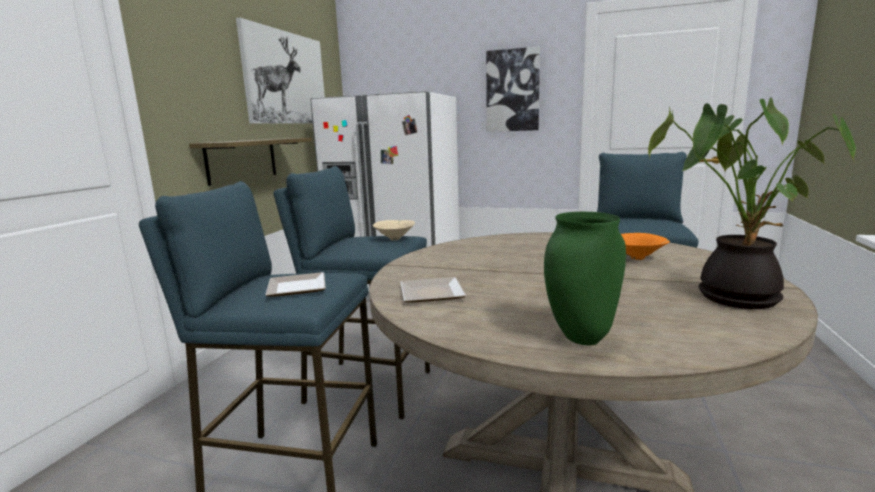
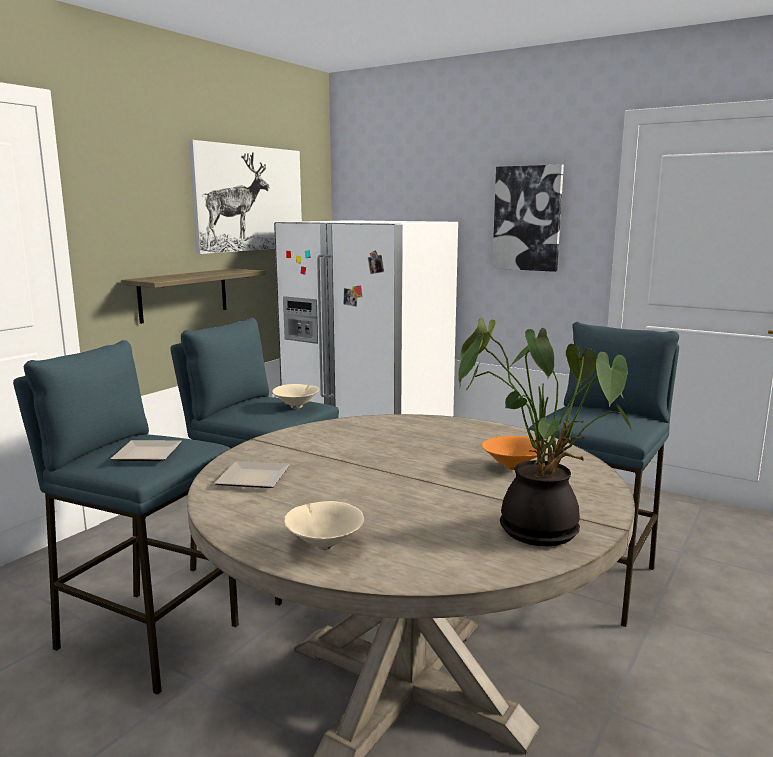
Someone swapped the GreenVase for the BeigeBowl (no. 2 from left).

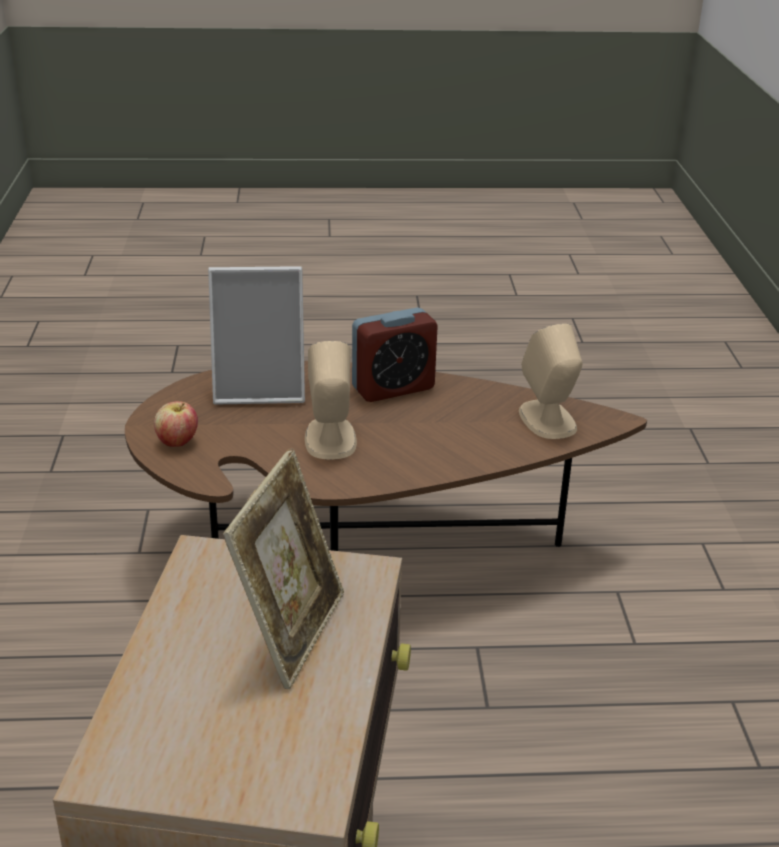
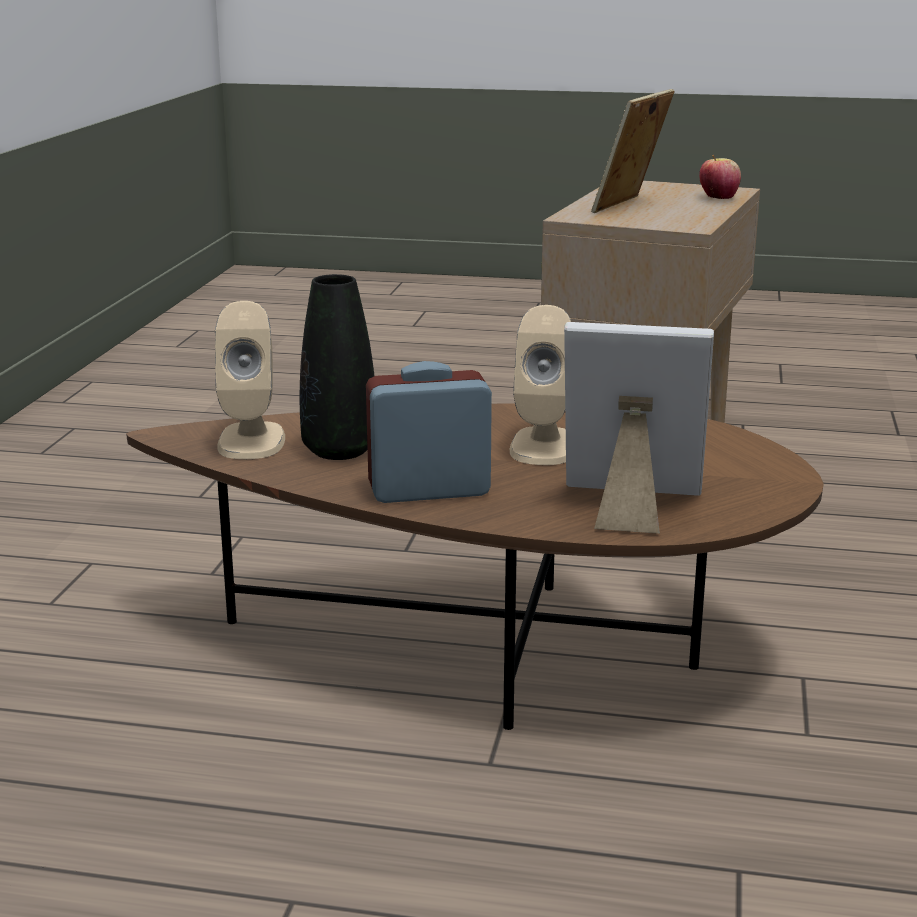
Someone carried the Apple. Someone put down the BlackVase.

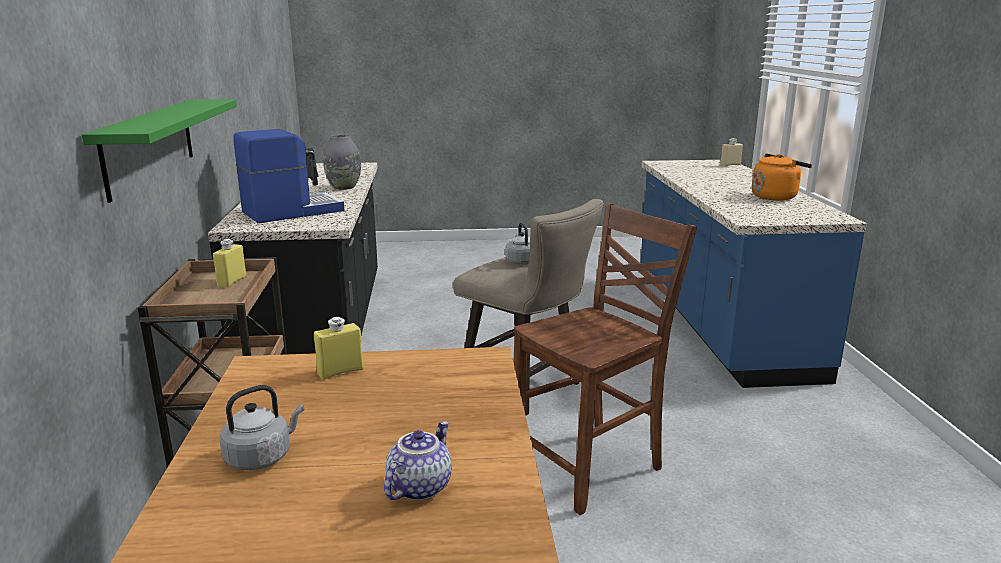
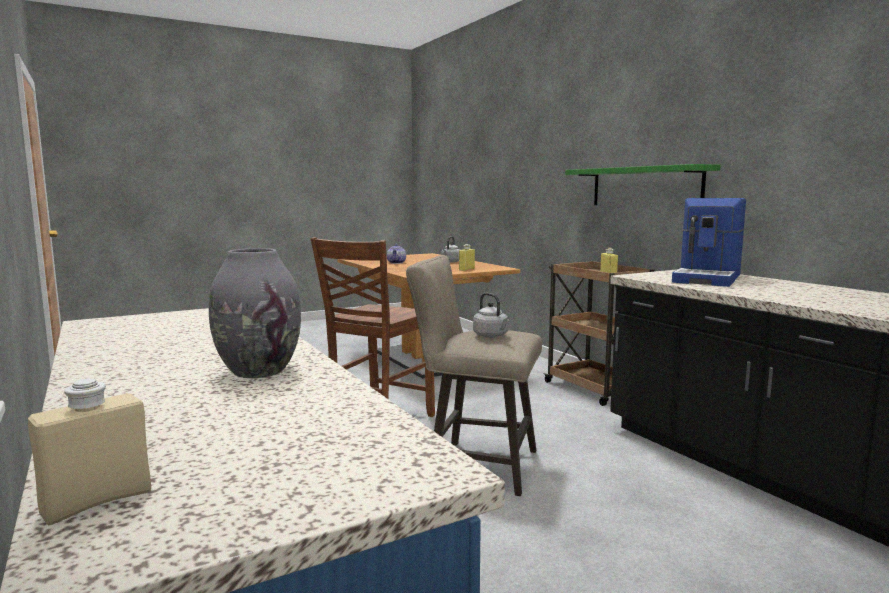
Someone carried the GreyVase. Someone took away the OrangeKettle.

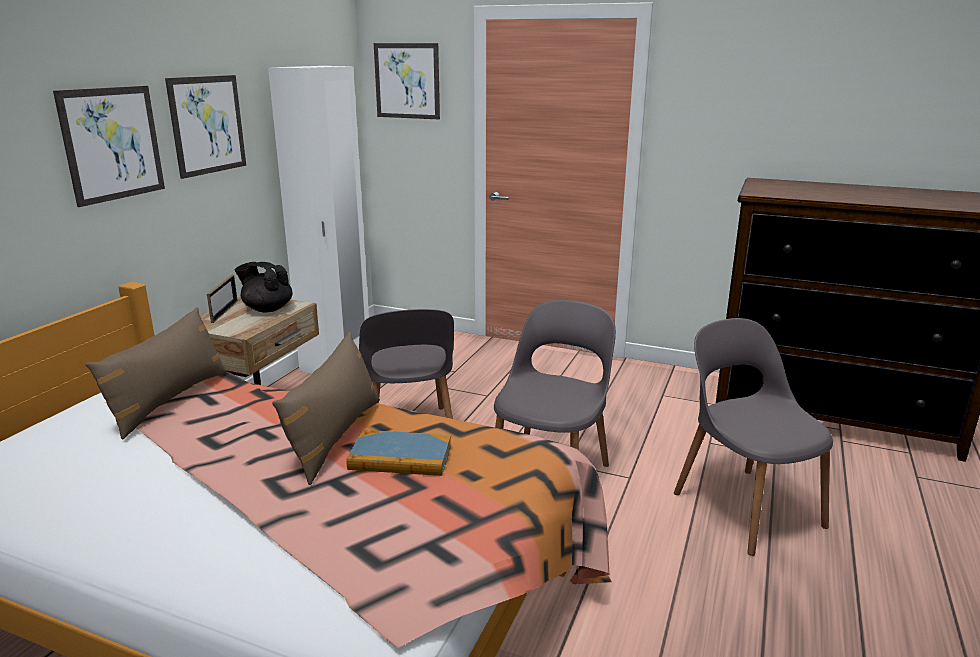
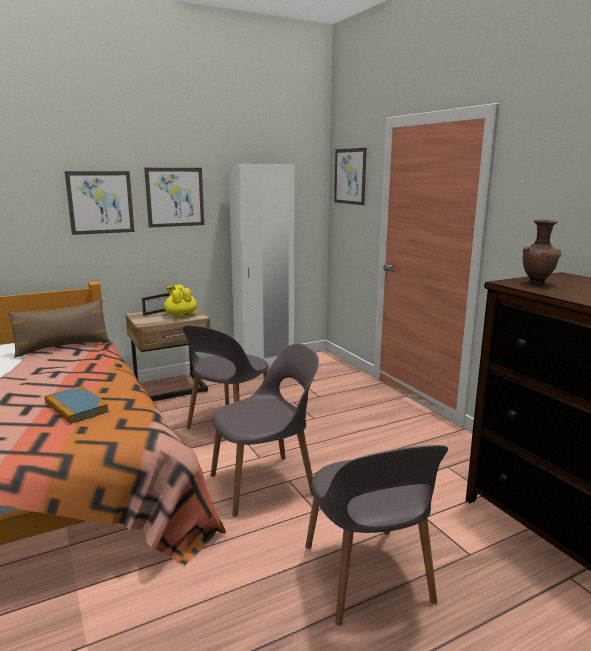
Someone repainted the BlackTeapot, which became the YellowTeapot. Someone took away the BrownPillow (no. 2 from left). Someone rotated the GreyChair (no. 3 from left) by 150 degrees clockwise. Someone put down the BrownVase.

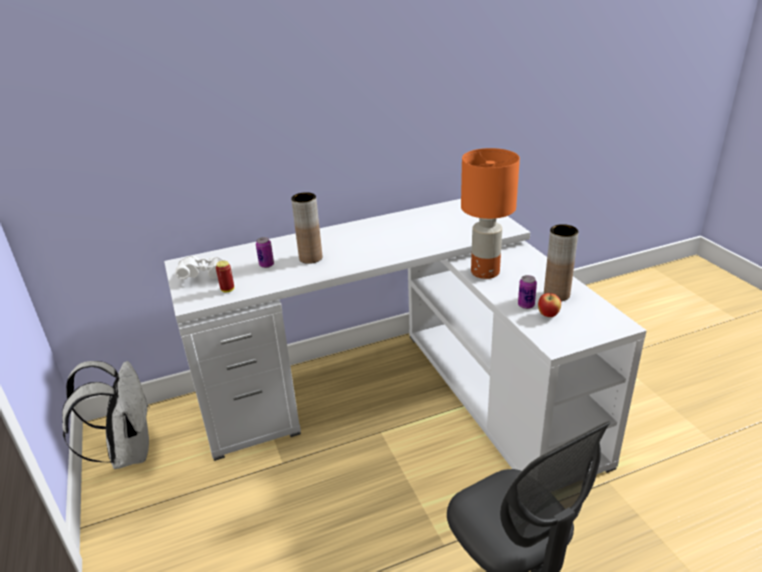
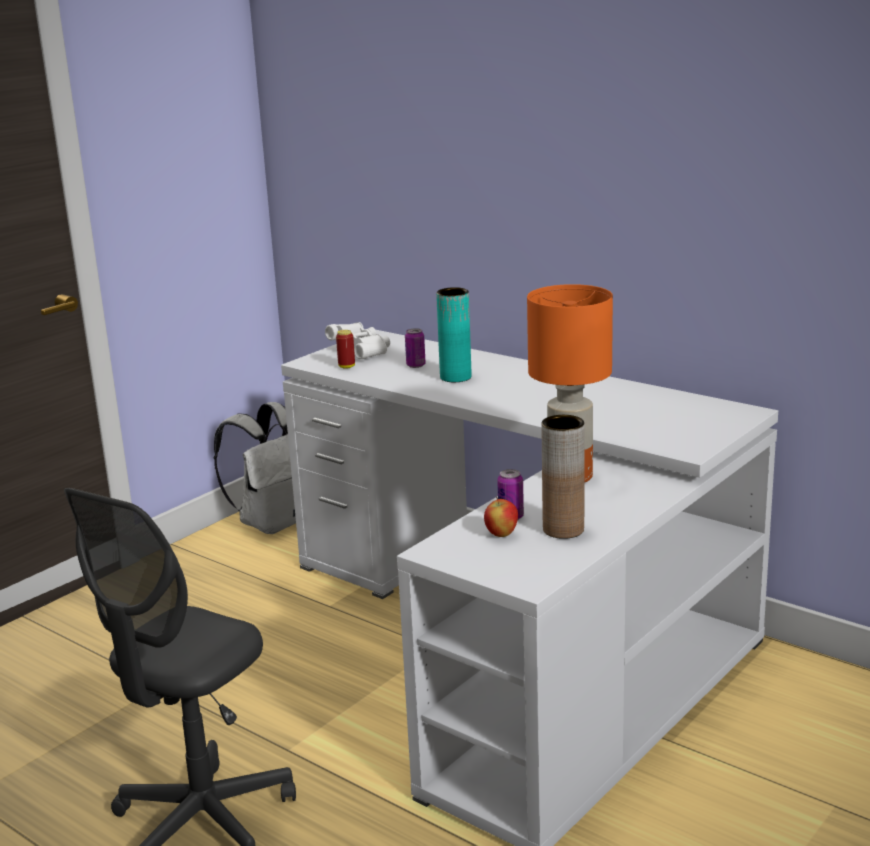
Someone repainted the BrownVase (no. 1 from left), which became the TurquoiseVase.

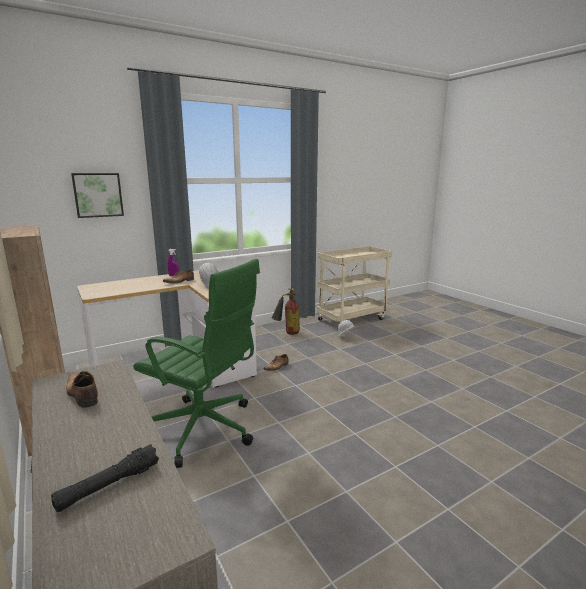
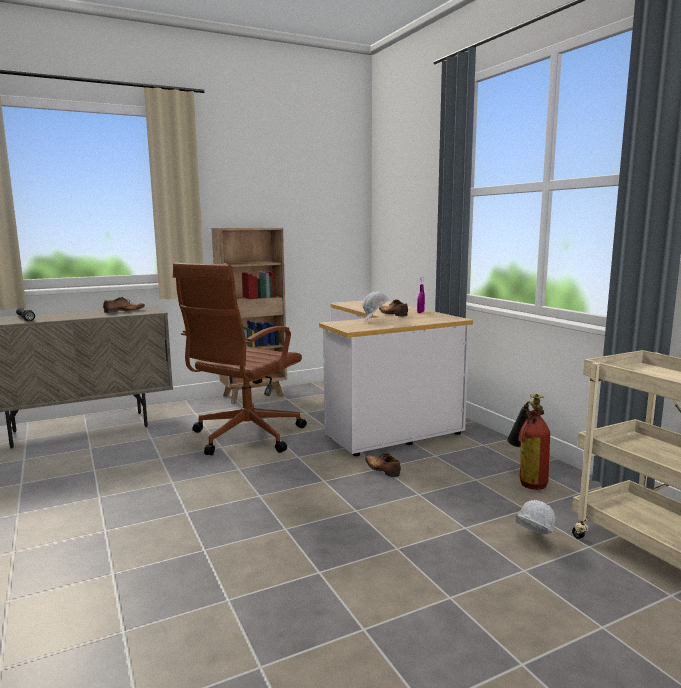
Someone took away the Picture. Someone repainted the GreenOfficeChair, which became the BrownOfficeChair.

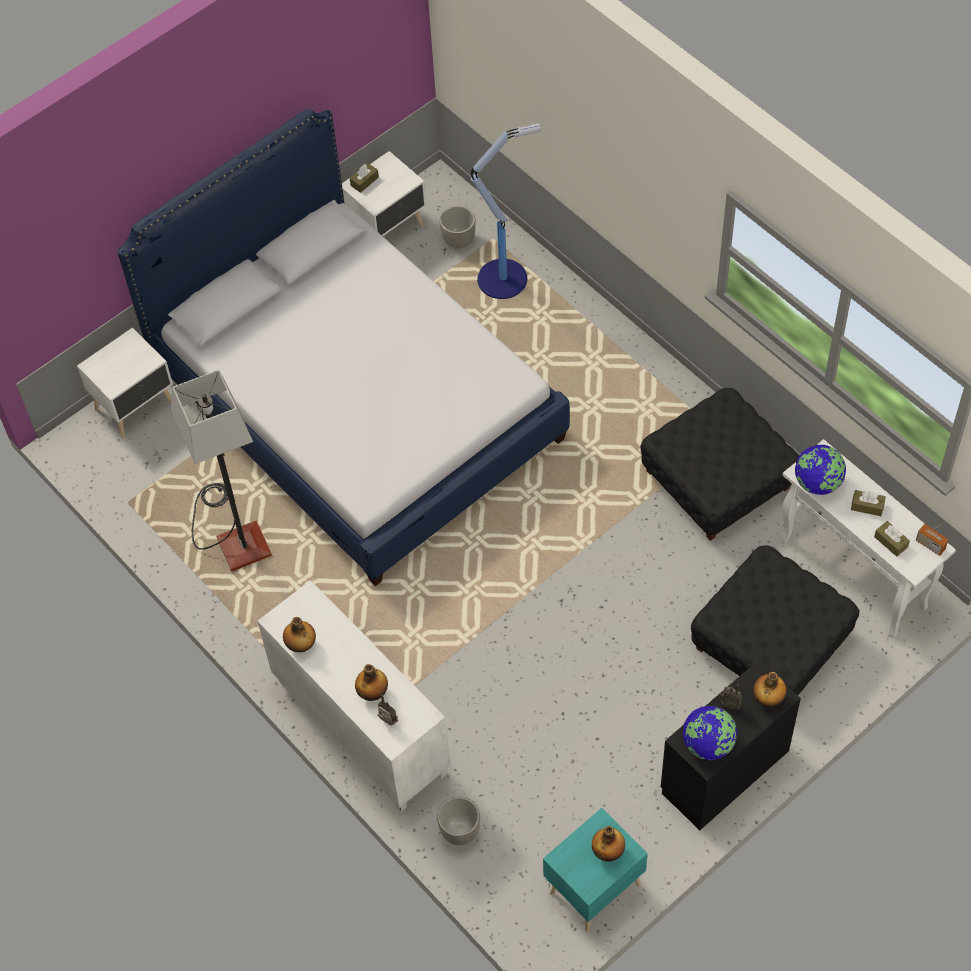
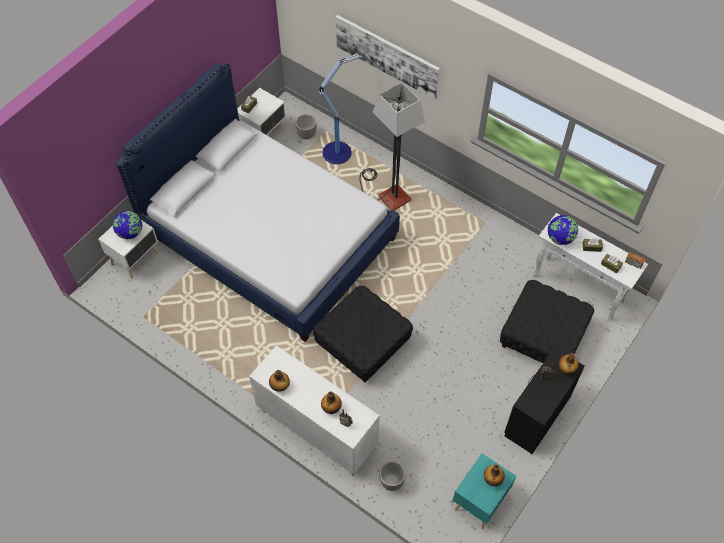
Someone carried the FloorLamp (no. 1 from left in the first image). Someone carried the BlackOttoman (no. 1 from left). Someone carried the Globe (no. 1 from left). Someone put up the Picture.

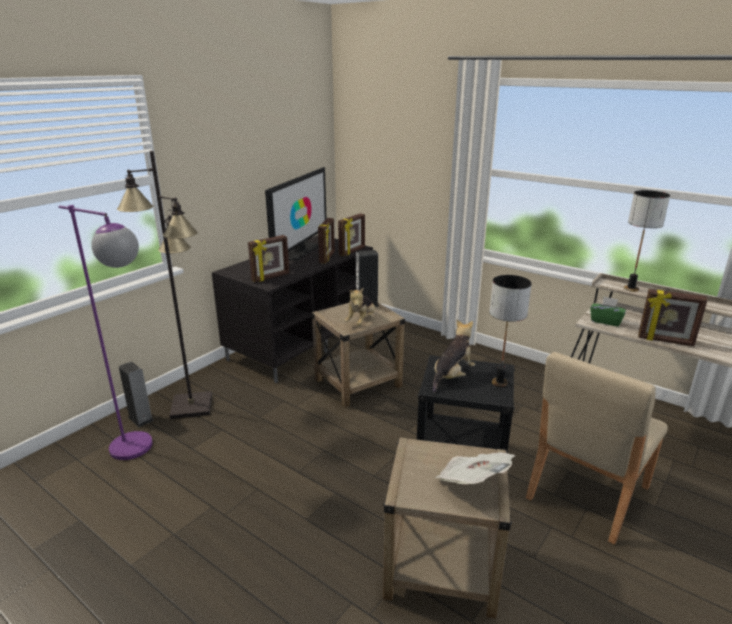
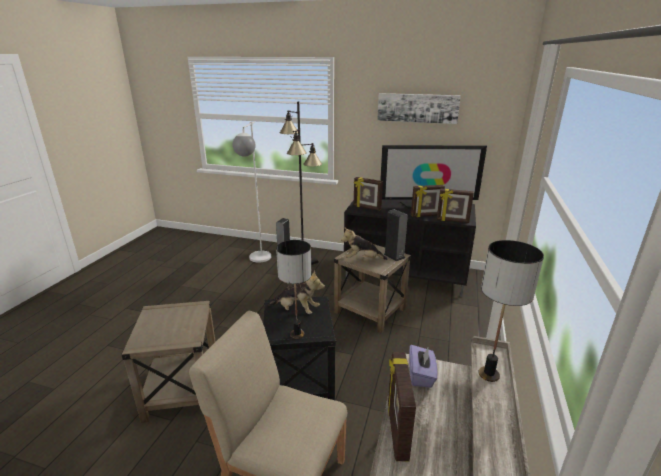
Someone repainted the PurpleFloorLamp, which became the WhiteFloorLamp. Someone took away the Newspaper. Someone repainted the GreenTissueBox, which became the PurpleTissueBox. Someone put up the Picture.

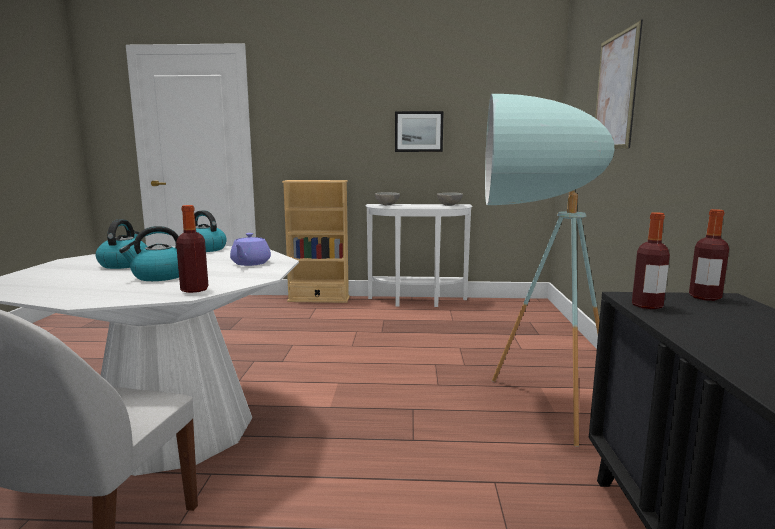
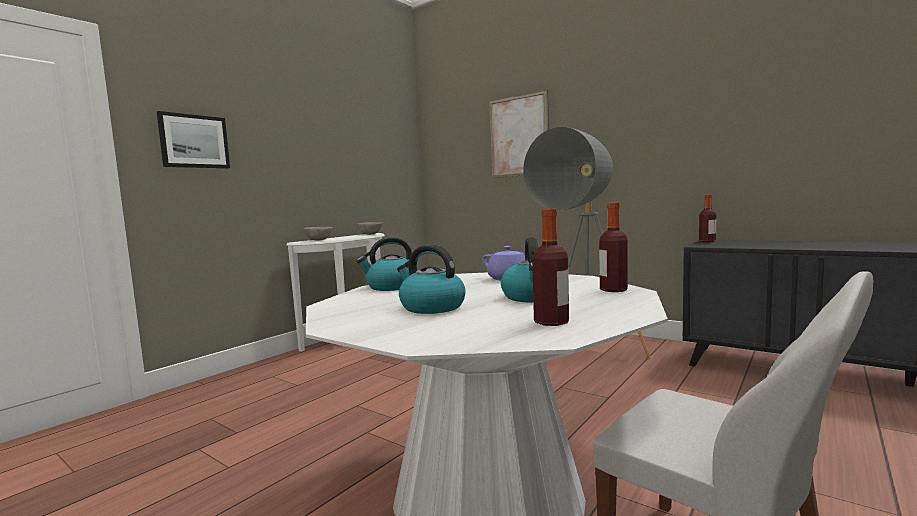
Someone took away the BeigeBookcase. Someone carried the Picture (no. 1 from left). Someone repainted the TurquoiseFloorLamp, which became the GreyFloorLamp. Someone carried the Bottle (no. 2 from left in the first image).

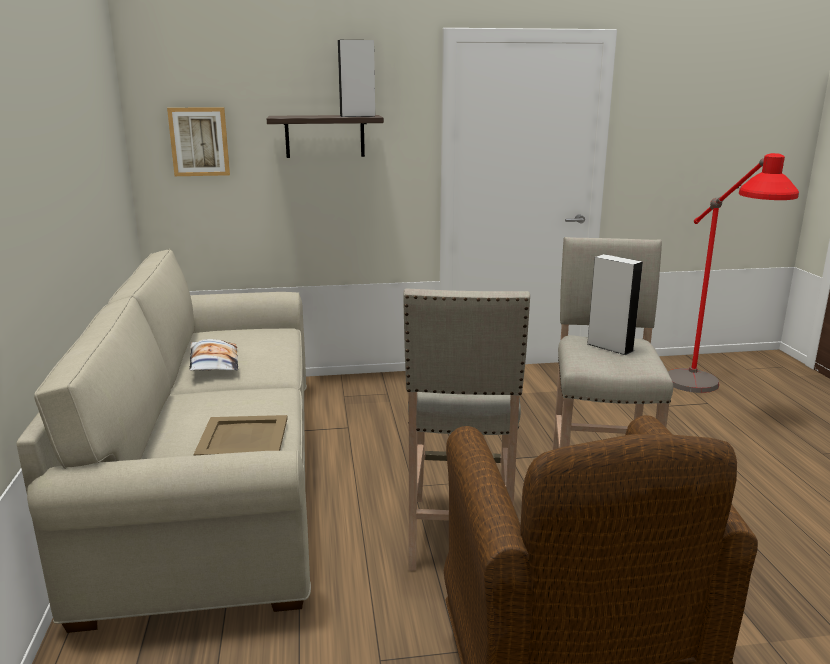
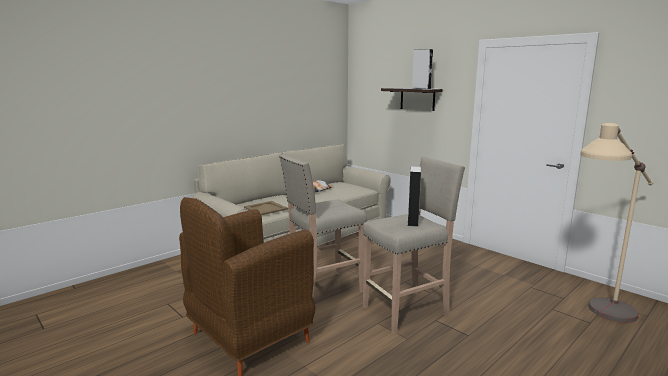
Someone took away the Picture. Someone repainted the RedFloorLamp, which became the BeigeFloorLamp.

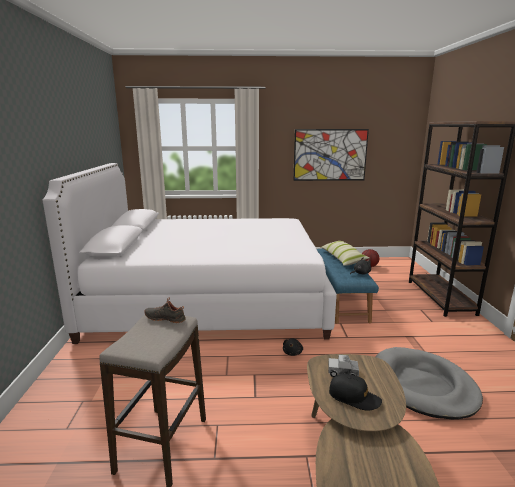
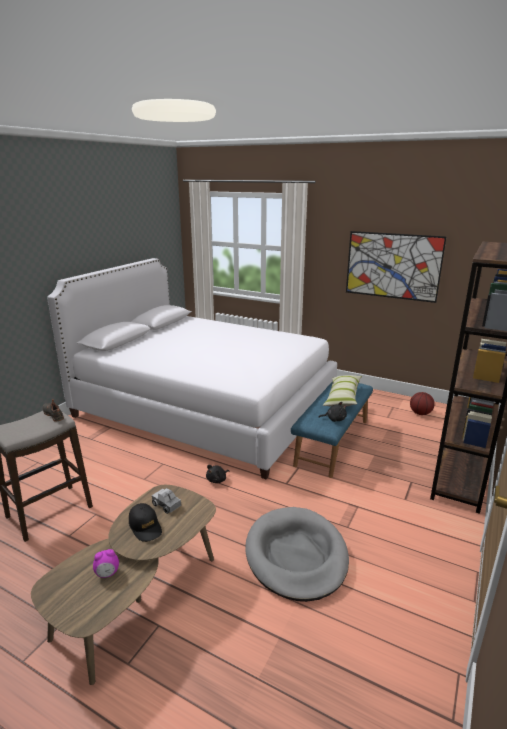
Someone put down the AlarmClock.

